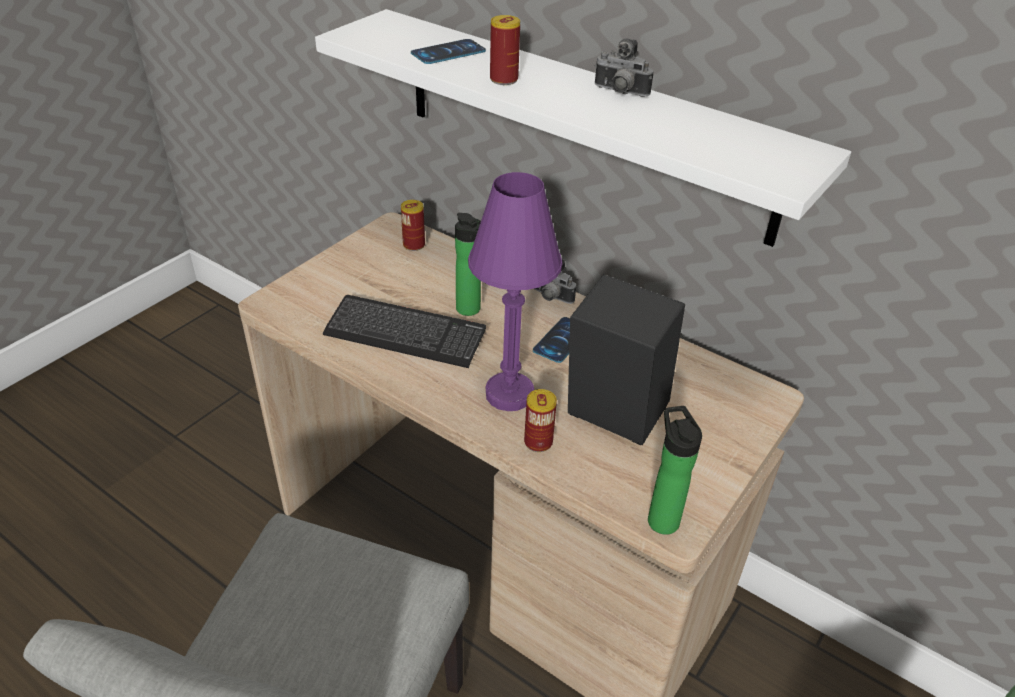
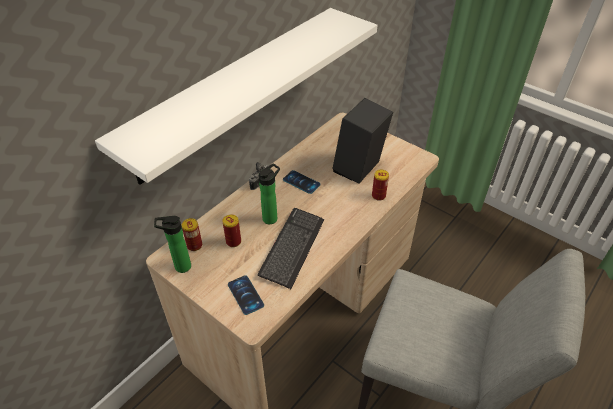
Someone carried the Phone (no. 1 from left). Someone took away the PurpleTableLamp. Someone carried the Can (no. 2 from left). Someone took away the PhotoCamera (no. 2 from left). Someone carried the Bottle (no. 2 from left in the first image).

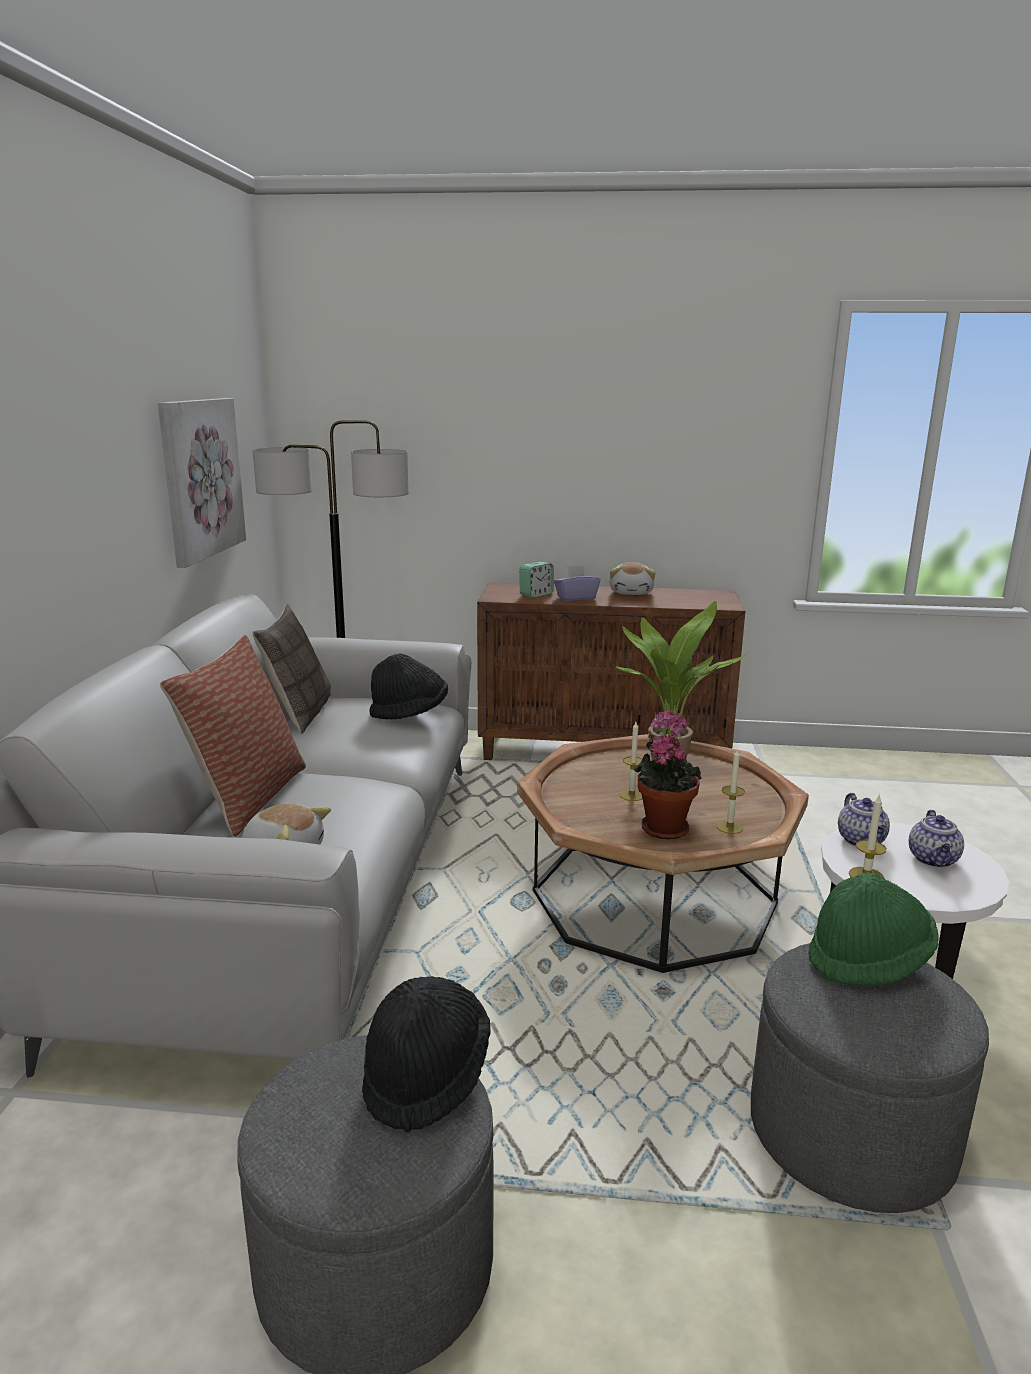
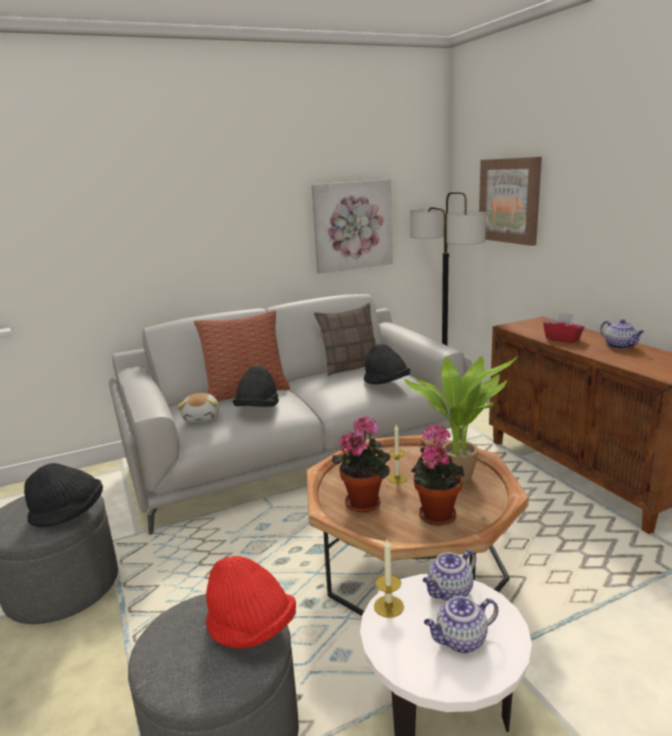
Someone took away the AlarmClock. Someone repainted the PurpleTissueBox, which became the RedTissueBox. Someone swapped the PlushToy (no. 2 from left) for the Teapot (no. 3 from left). Someone took away the Candle (no. 2 from left). Someone repainted the GreenHat, which became the RedHat. Someone put down the BlackHat (no. 2 from left). Someone put down the PottedPlant (no. 2 from left). Someone put up the Picture (no. 2 from left).

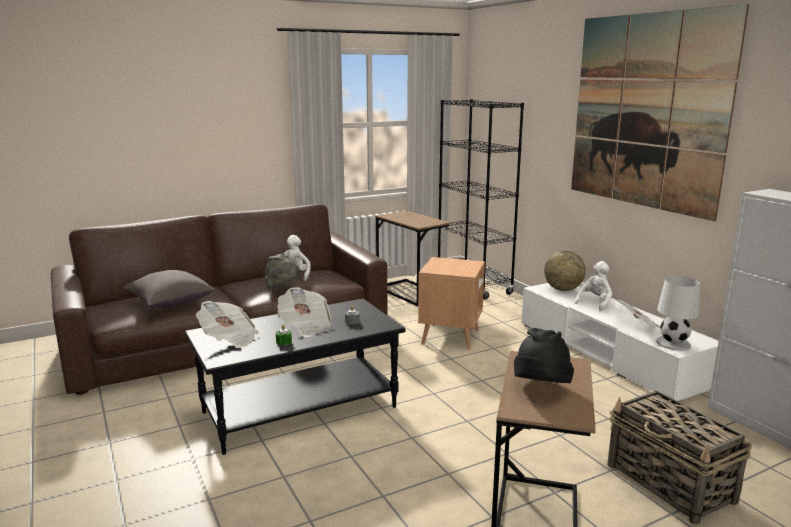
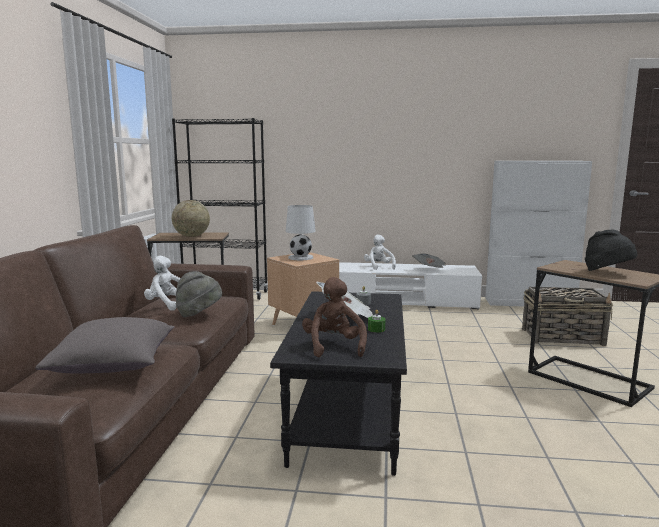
Someone swapped the Newspaper (no. 1 from left) for the BrownPlushToy. Someone carried the Globe. Someone took away the Picture. Someone carried the WhiteTableLamp.

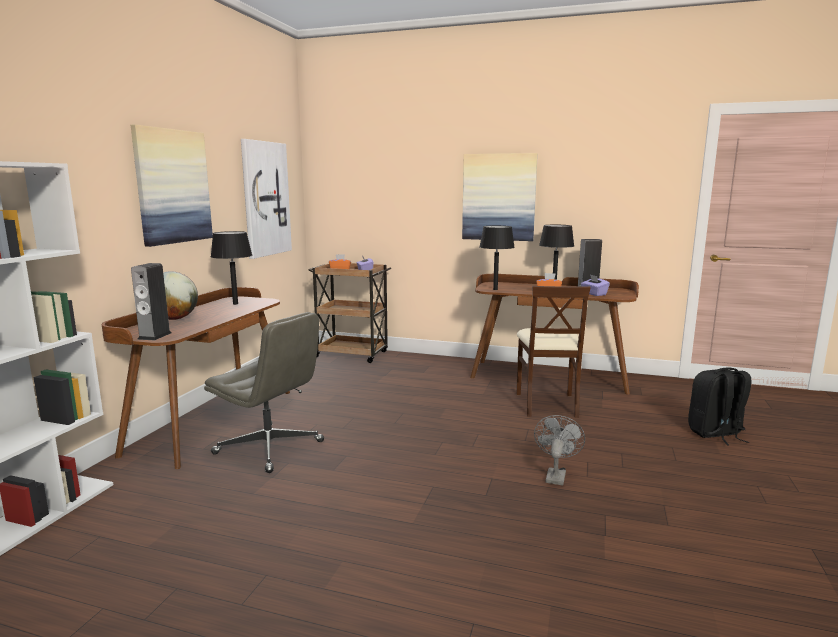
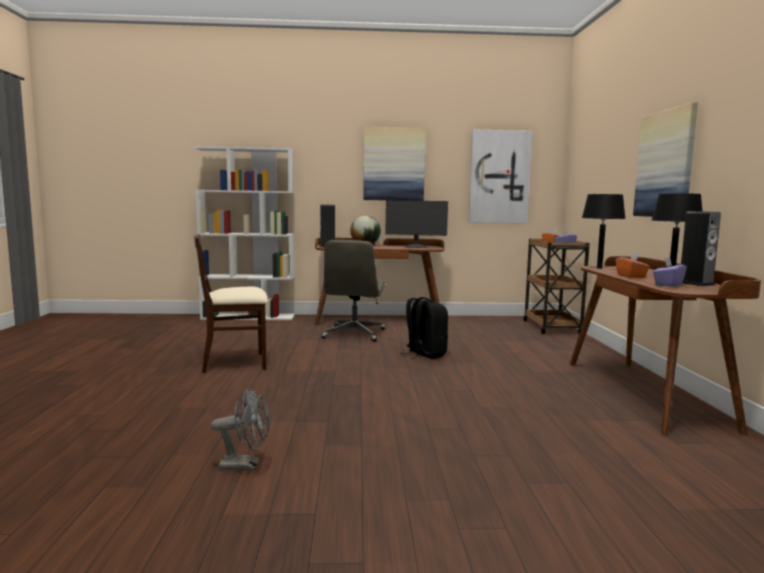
Someone swapped the BlackTableLamp (no. 1 from left) for the Monitor. Someone carried the BeigeChair. Someone carried the GreyFan. Someone carried the BlackBackpack.

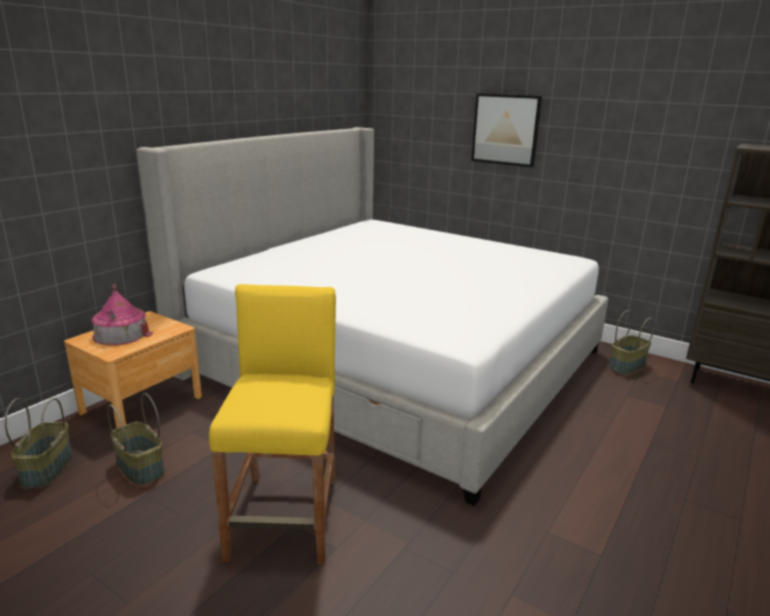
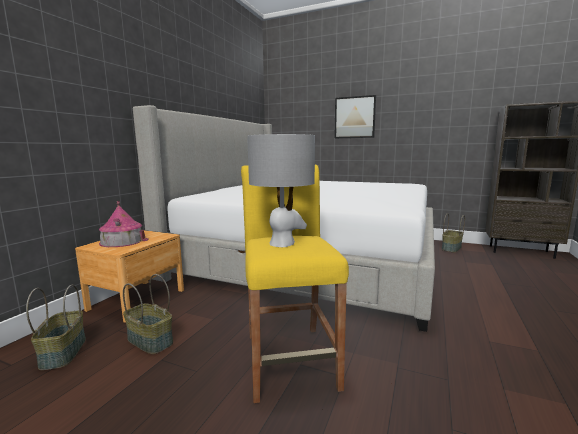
Someone put down the GreyTableLamp.

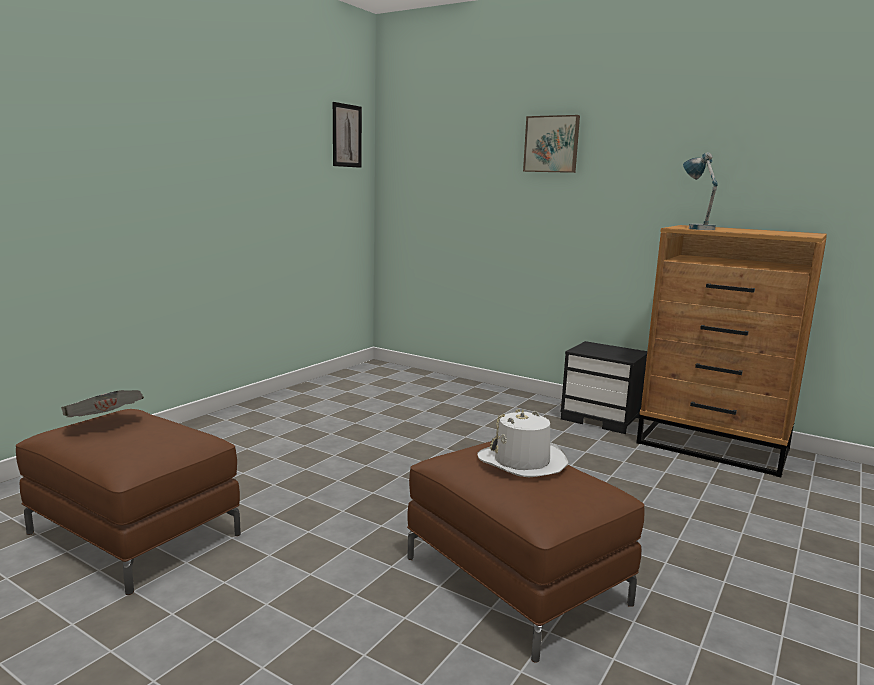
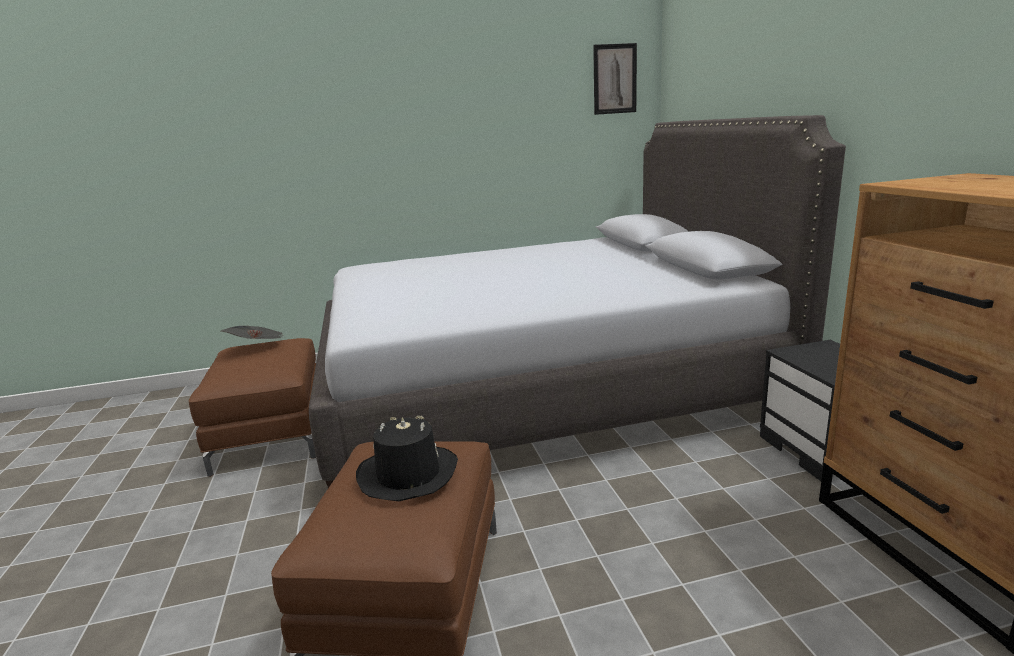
Someone repainted the WhiteHat, which became the BlackHat. Someone took away the Picture (no. 2 from left). Someone took away the TableLamp. Someone put down the GreyBed.

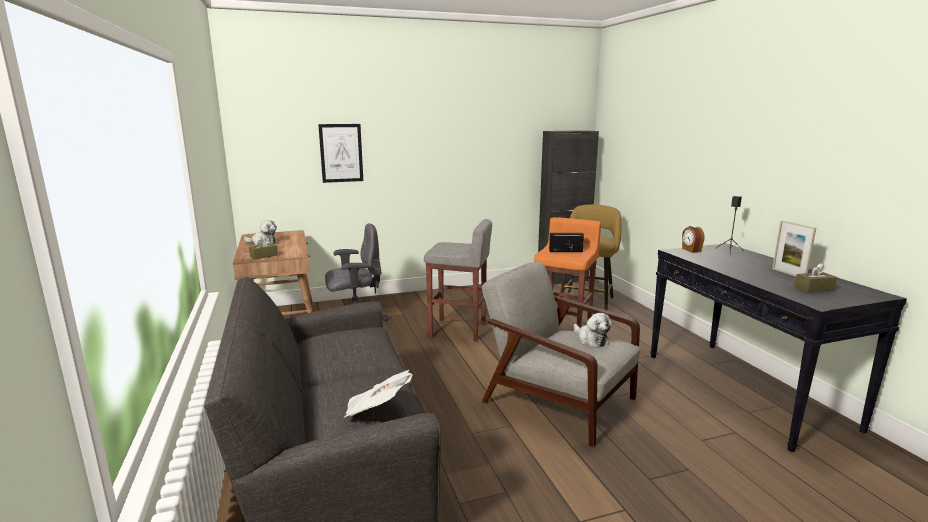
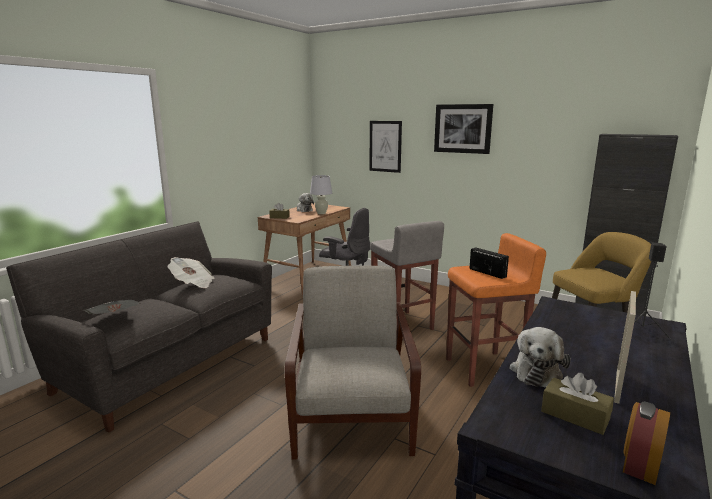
Someone carried the PlushToy (no. 2 from left). Someone carried the AlarmClock. Someone put down the Newspaper (no. 2 from left). Someone put down the WhiteTableLamp. Someone put up the Picture (no. 2 from left).

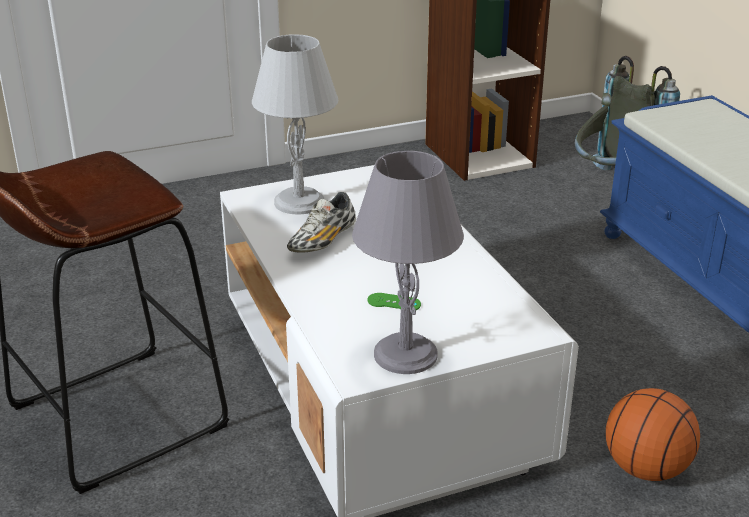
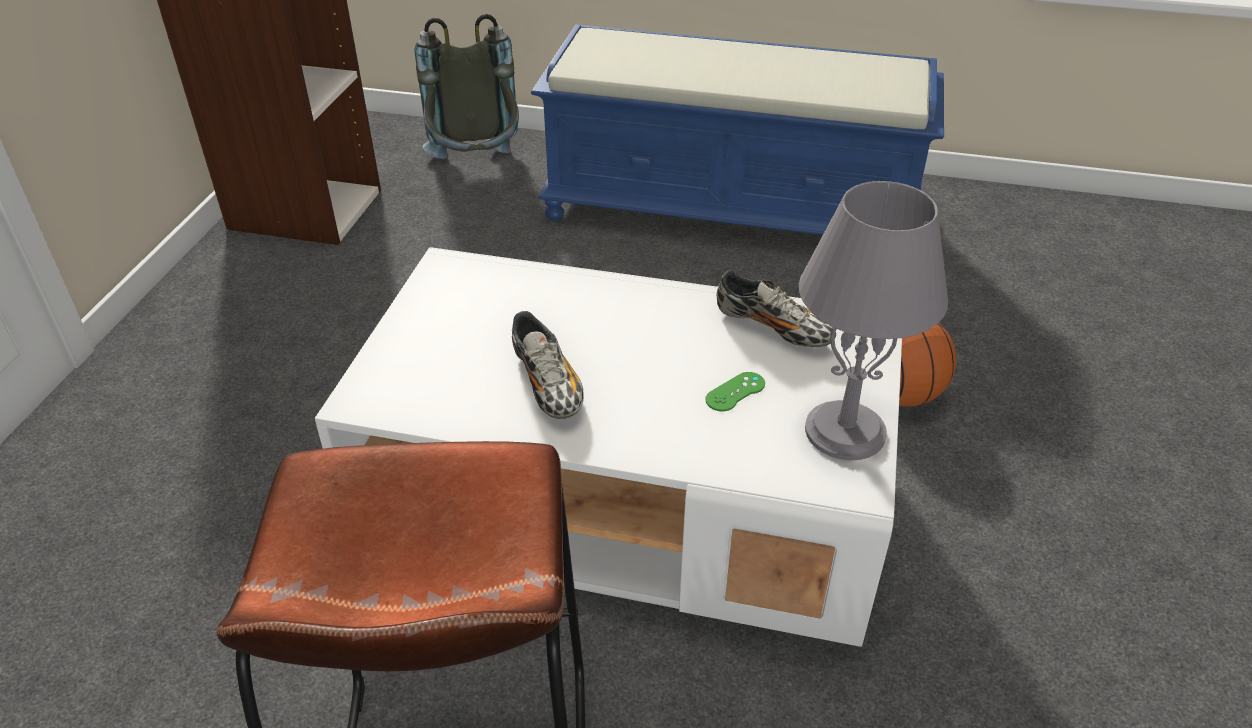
Someone took away the GreyTableLamp (no. 1 from left). Someone put down the Shoe (no. 2 from left).

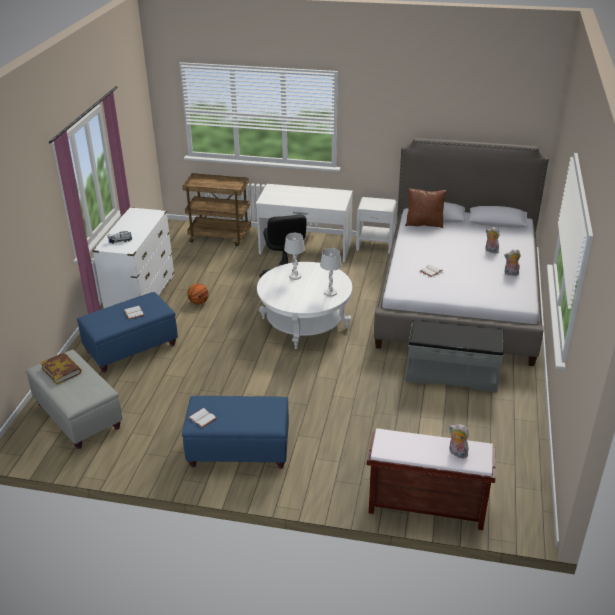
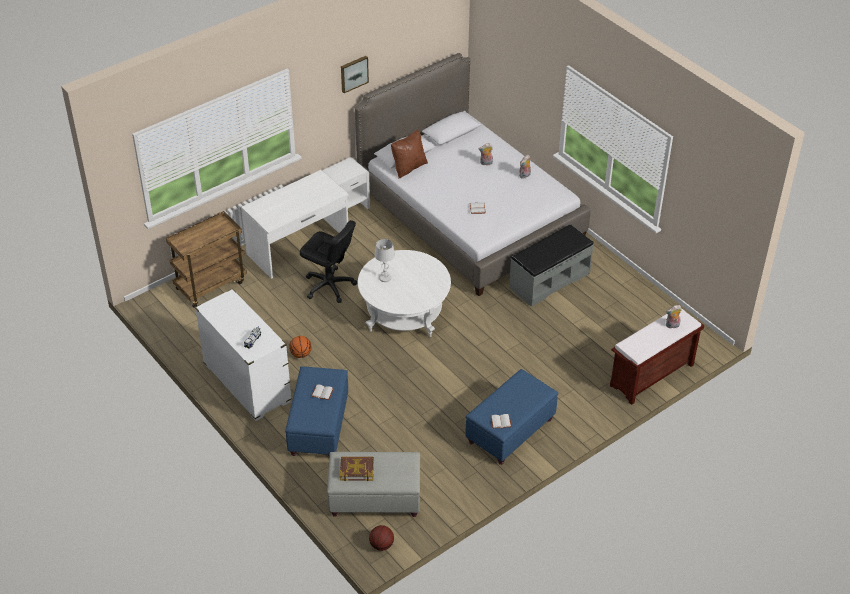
Someone took away the WhiteTableLamp (no. 2 from left). Someone put up the Picture. Someone put down the Basketball (no. 2 from left).

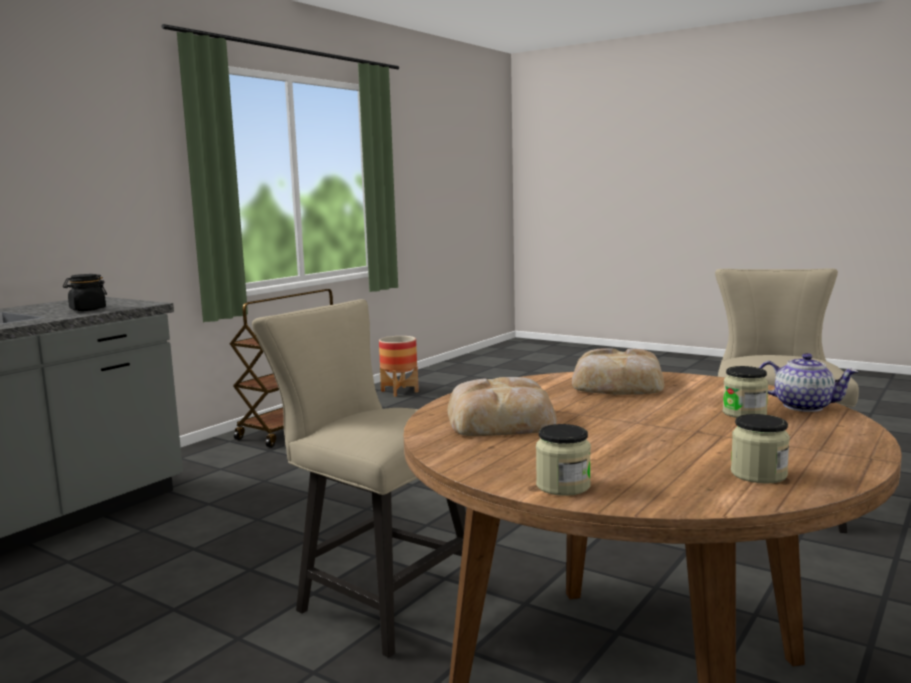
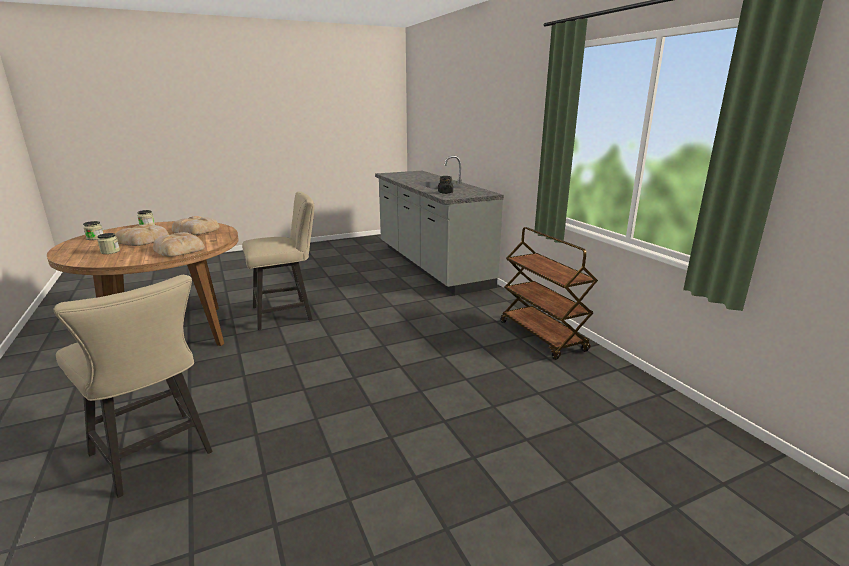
Someone took away the Planter. Someone took away the Teapot. Someone put down the Bread (no. 1 from left).

